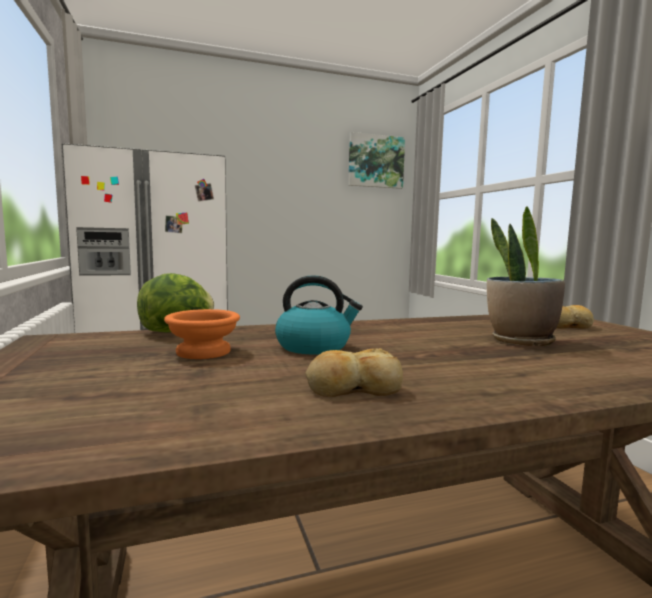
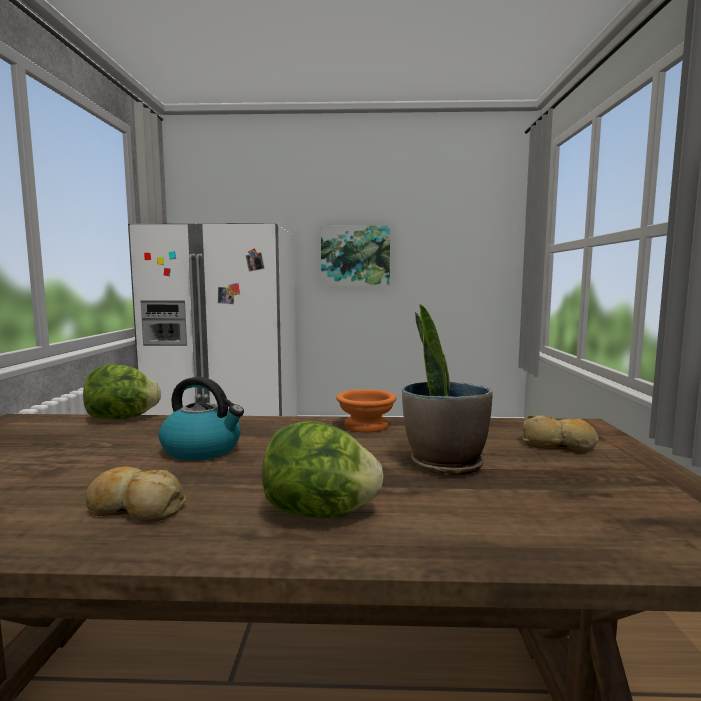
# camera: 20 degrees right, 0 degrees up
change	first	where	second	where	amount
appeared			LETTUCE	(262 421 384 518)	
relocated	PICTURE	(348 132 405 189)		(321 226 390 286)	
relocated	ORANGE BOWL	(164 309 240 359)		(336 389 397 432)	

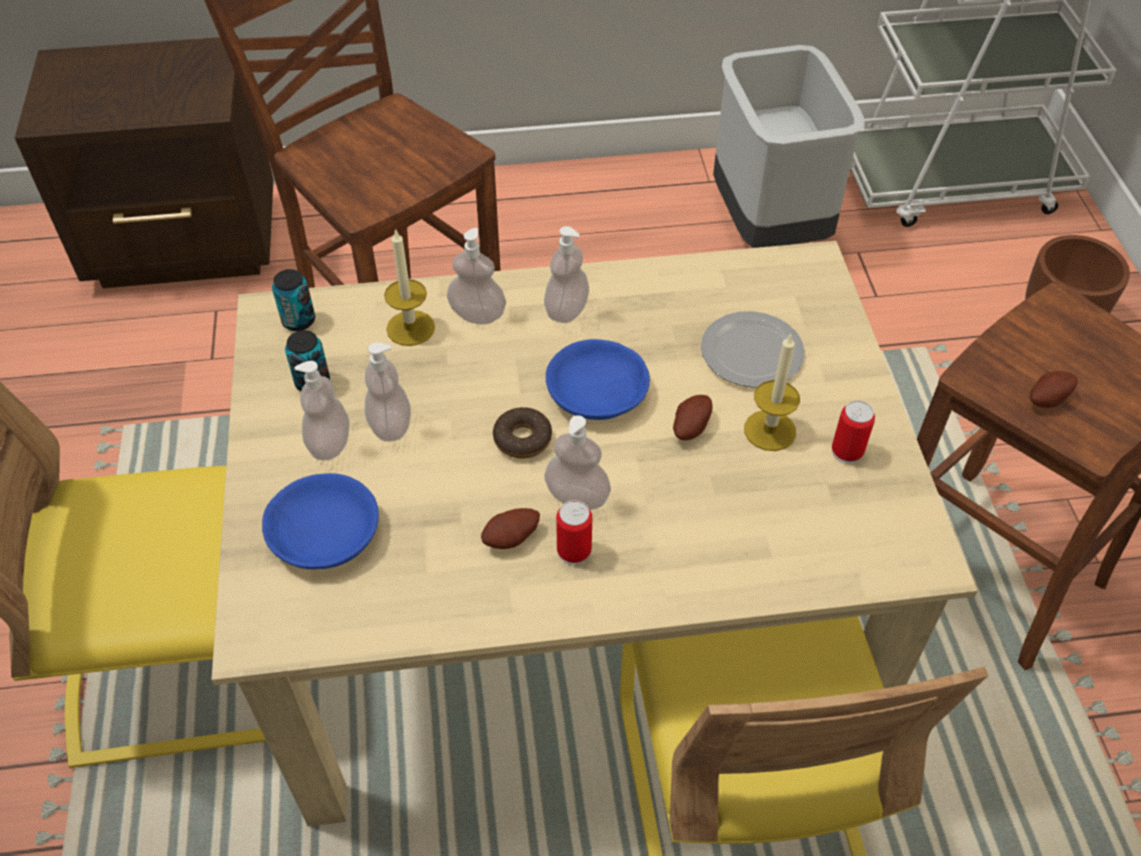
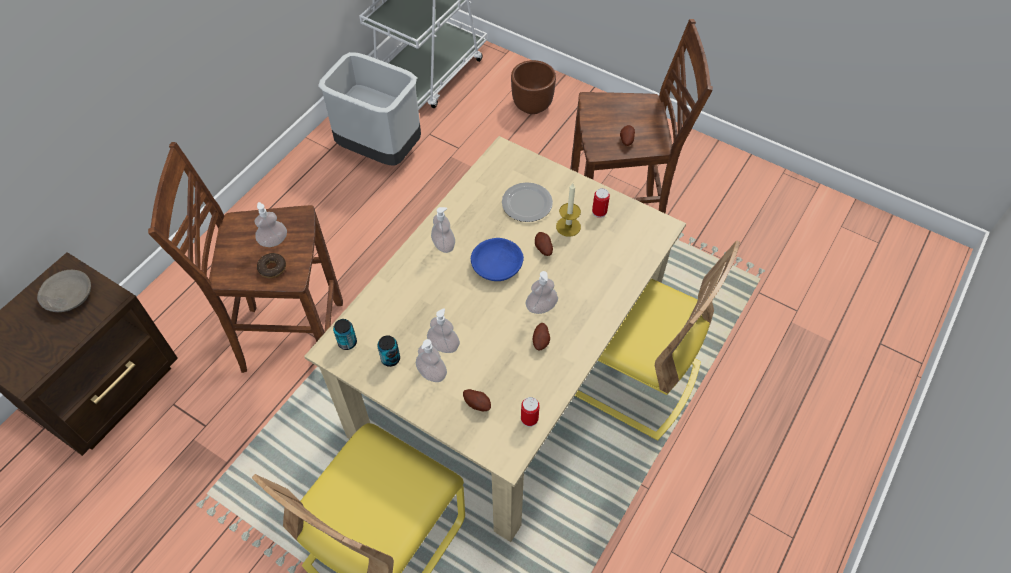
# camera: 50 degrees left, 5 degrees up
change	first	where	second	where	amount
appeared			GREY BOWL	(37 270 91 312)	
relocated	SOAP DISPENSER	(447 228 506 324)		(255 202 287 247)	
relocated	DONUT	(493 407 552 459)		(257 253 286 278)	
exchanged	BLUE BOWL	(262 473 379 569)	POTATO	(463 389 491 411)	
relocated	CAN	(556 500 592 565)		(521 397 540 427)	
missing	CANDLE	(384 228 435 346)			

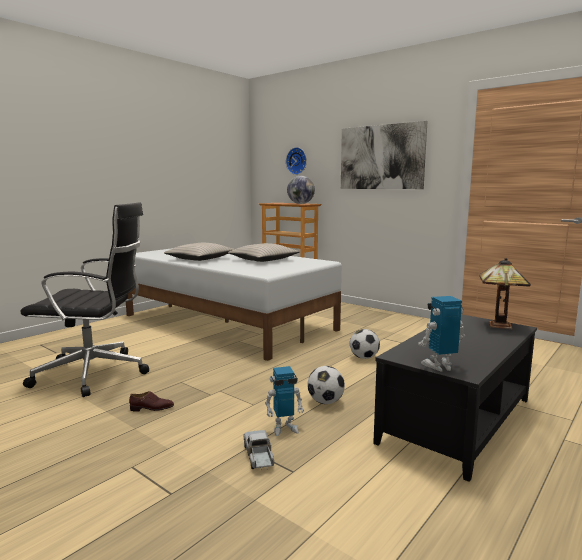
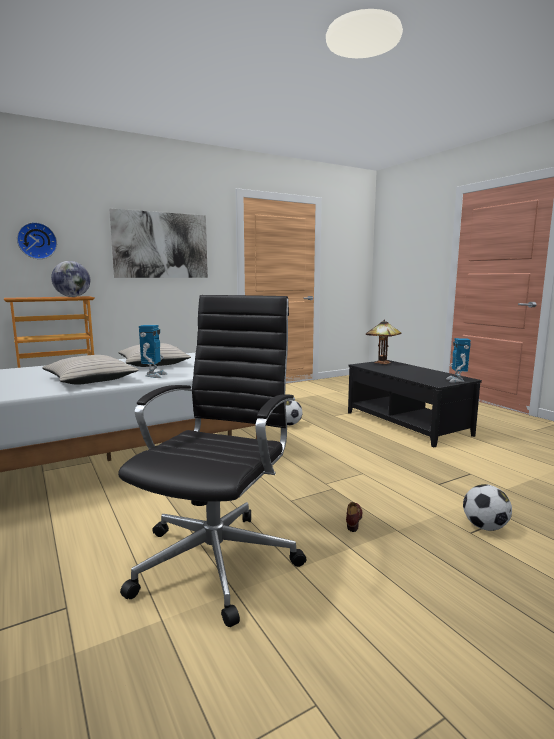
# camera: 70 degrees left, 0 degrees up
change	first	where	second	where	amount
relocated	TOY ROBOT	(265 366 304 436)		(139 325 167 378)	
relocated	FOOTBALL	(308 366 345 404)		(463 484 512 531)	
missing	TOY TRUCK	(243 430 274 470)			

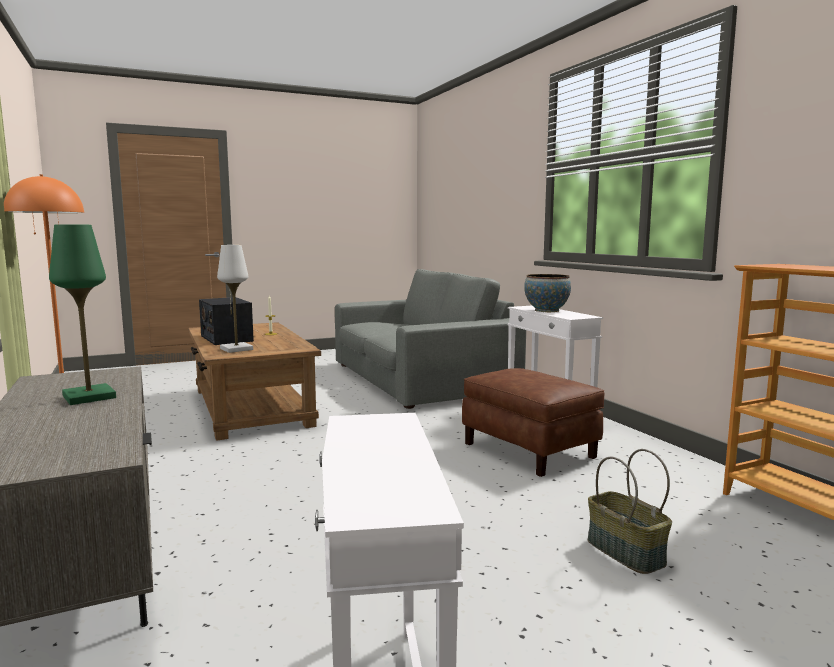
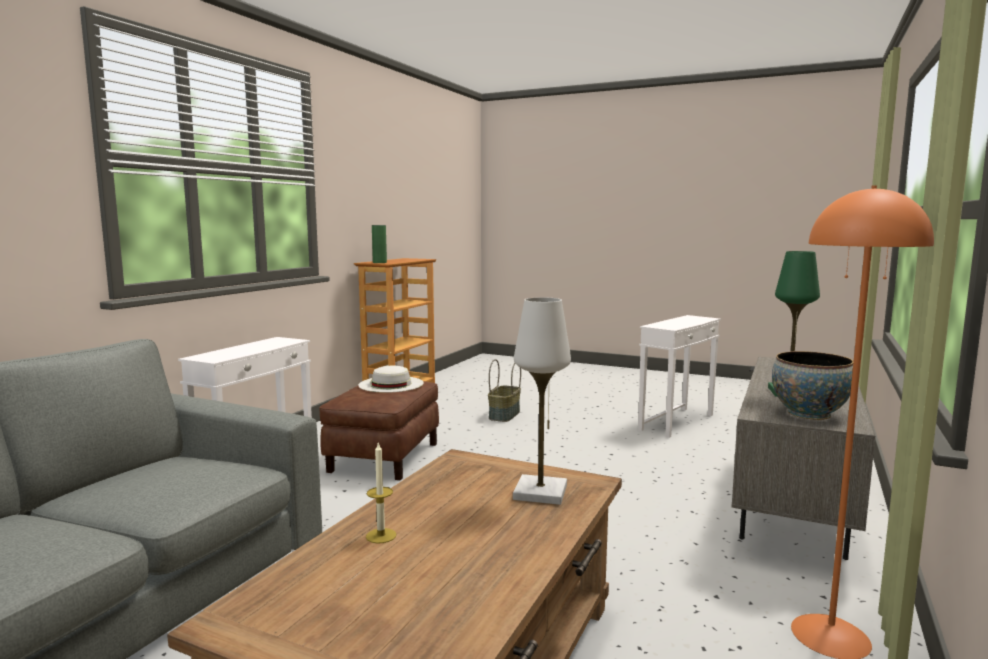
# camera: 130 degrees left, 0 degrees up
change	first	where	second	where	amount
appeared			WHITE HAT	(358 366 424 393)	
appeared			GREEN VASE	(372 225 387 263)	
relocated	BOWL	(524 274 571 312)		(772 351 854 420)	
missing	RADIO	(199 297 254 345)			

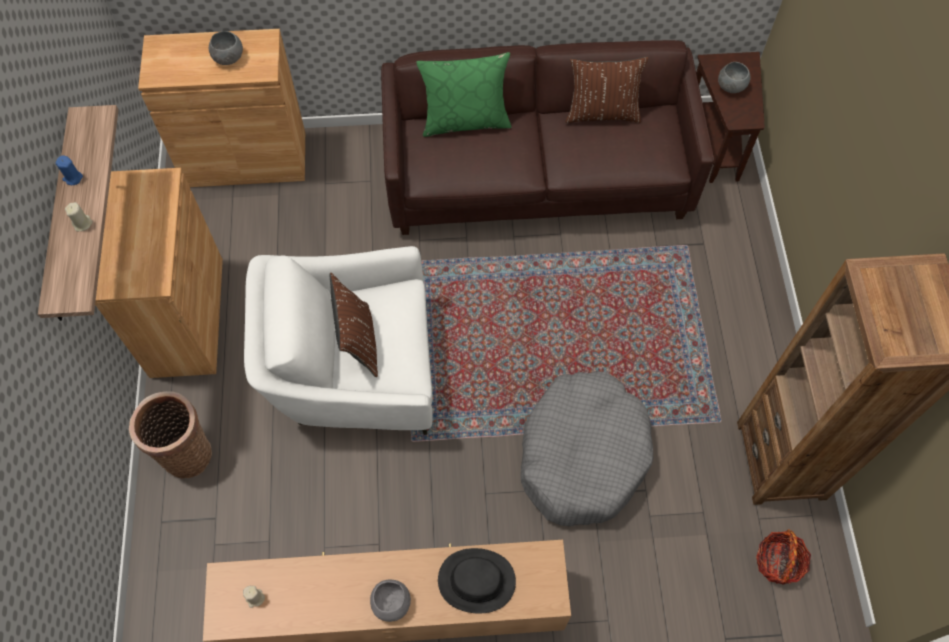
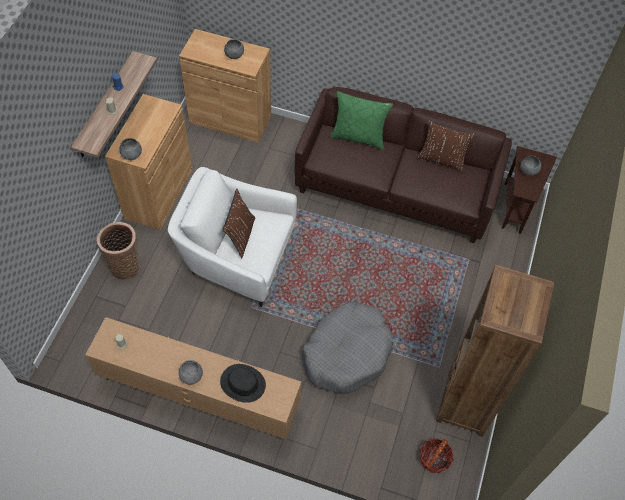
# camera: 20 degrees right, 5 degrees down
change	first	where	second	where	amount
appeared			GREY BOWL	(120 138 142 160)	

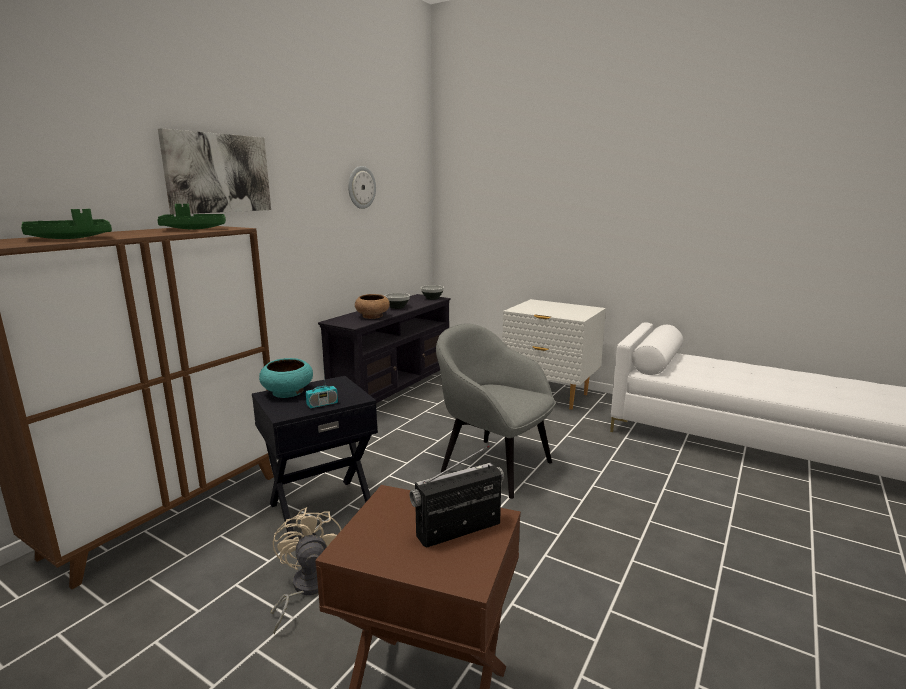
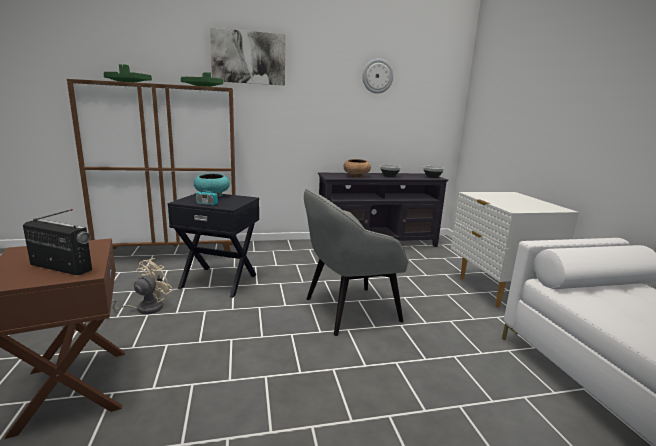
# camera: 45 degrees right, 0 degrees up
change	first	where	second	where	amount
spun	GREY ARMCHAIR	(436 323 556 499)		(304 189 409 336)	105 degrees counterclockwise

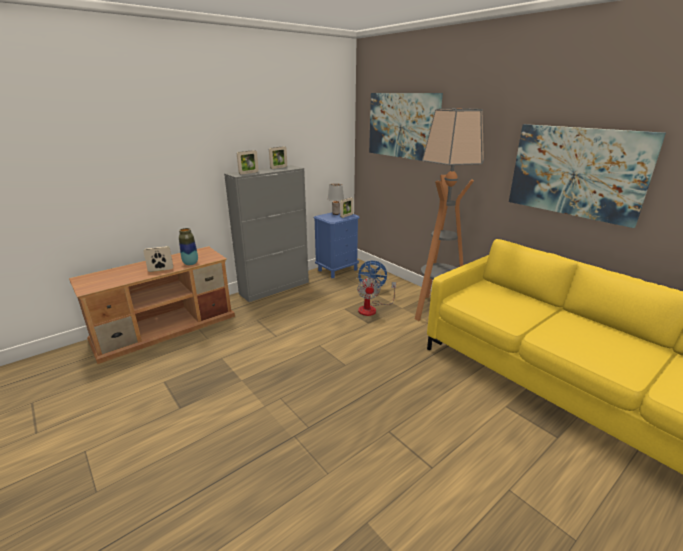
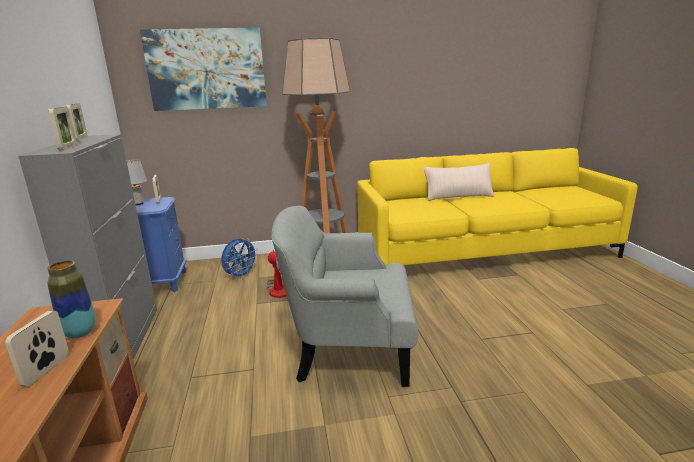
# camera: 60 degrees left, 5 degrees down
change	first	where	second	where	amount
appeared			GREY ARMCHAIR	(272 206 418 387)	
appeared			BEIGE PILLOW	(424 163 495 201)	
missing	PICTURE	(509 124 666 228)			

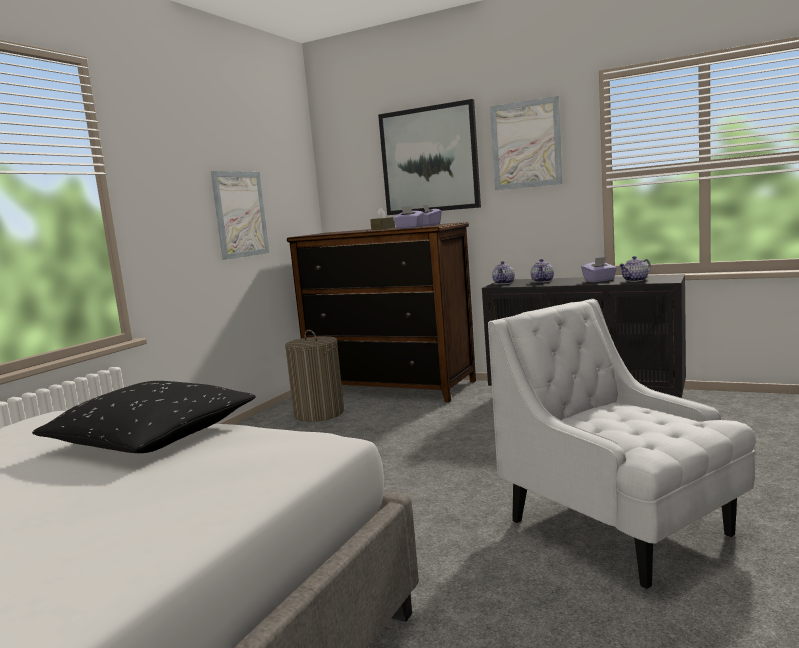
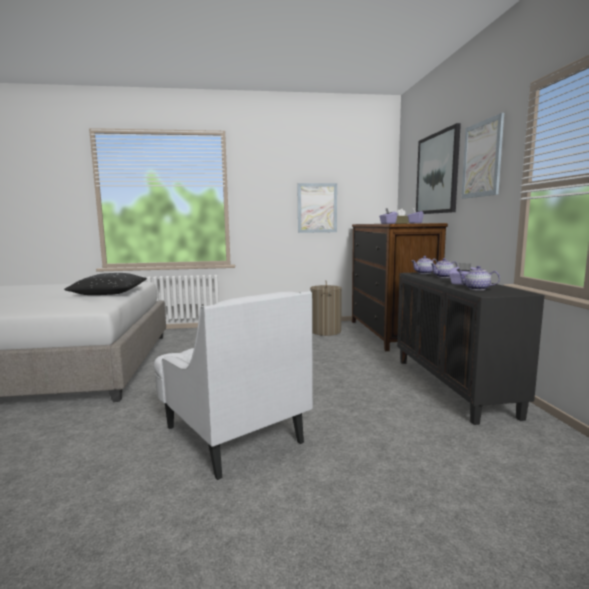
# camera: 55 degrees right, 0 degrees up
change	first	where	second	where	amount
spun	WHITE ARMCHAIR	(488 299 756 589)		(154 291 313 480)	120 degrees clockwise

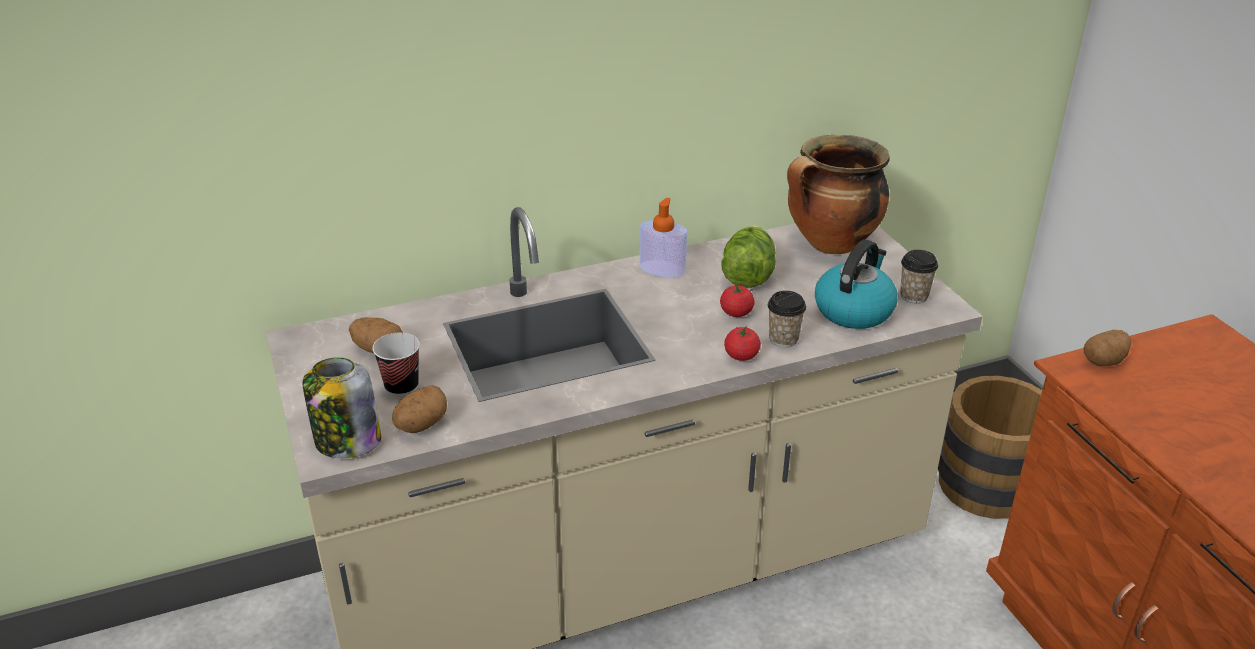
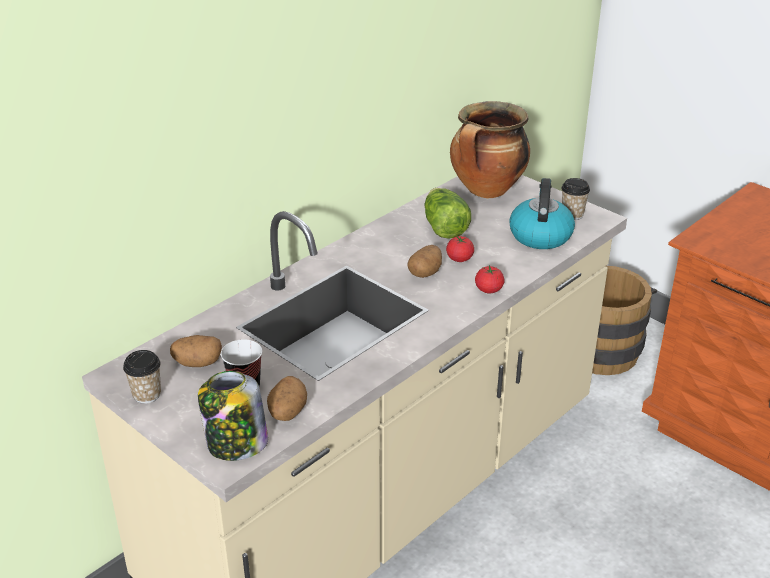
# camera: 25 degrees left, 0 degrees up
change	first	where	second	where	amount
relocated	CUP	(768 291 806 347)		(123 350 161 404)	
relocated	POTATO	(1084 330 1131 366)		(408 245 442 278)	
missing	SOAP DISPENSER	(640 198 687 277)			

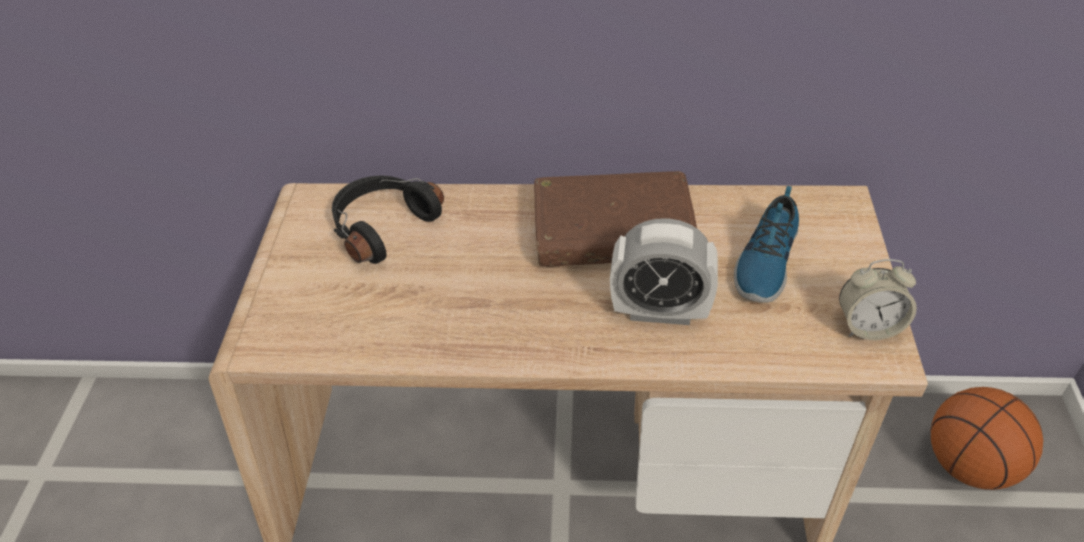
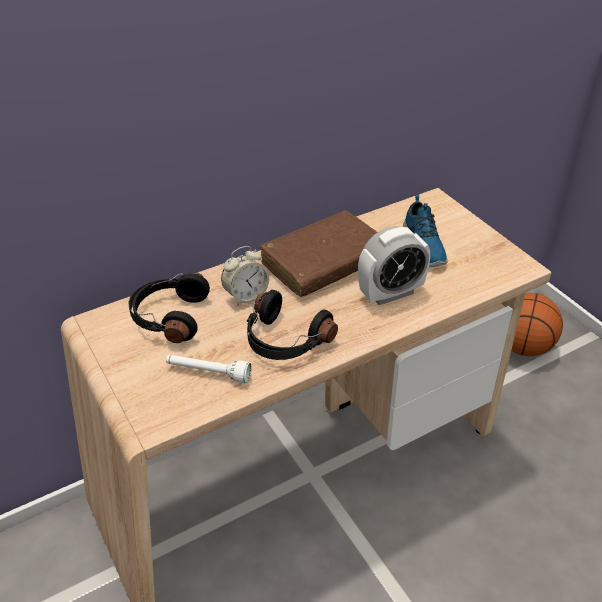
# camera: 35 degrees left, 5 degrees down
change	first	where	second	where	amount
appeared			WHITE FLASHLIGHT	(166 355 251 383)	
relocated	ALARM CLOCK	(839 259 917 340)		(221 246 269 306)	
appeared			BLACK HEADPHONES	(247 290 338 360)	

